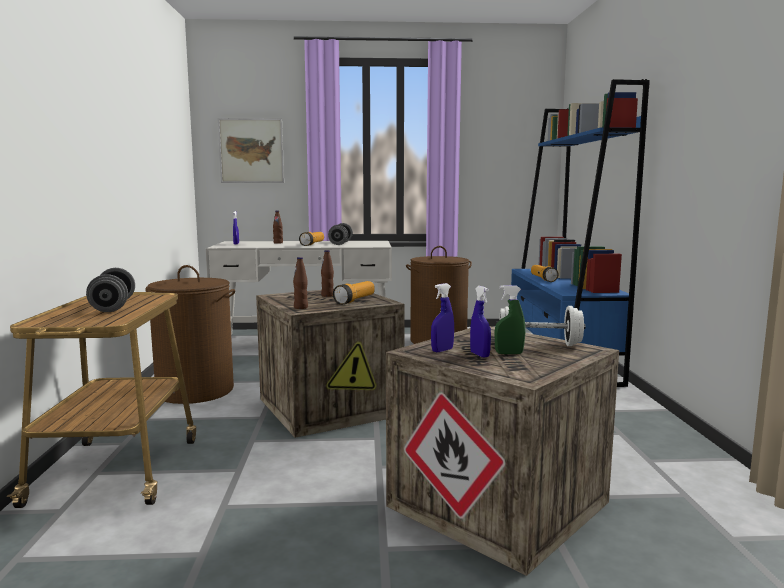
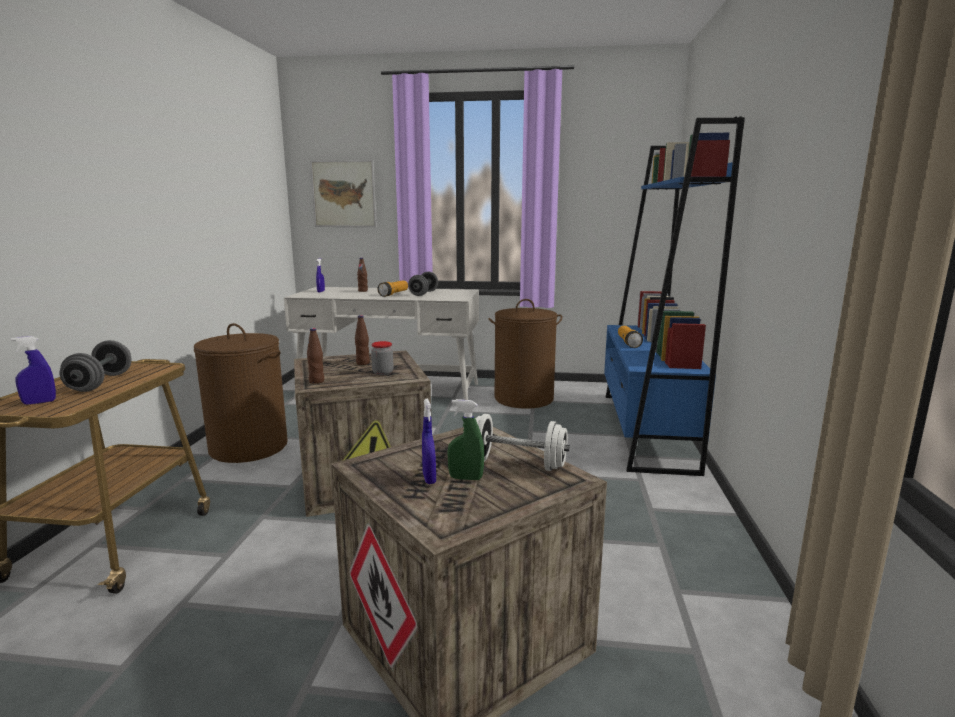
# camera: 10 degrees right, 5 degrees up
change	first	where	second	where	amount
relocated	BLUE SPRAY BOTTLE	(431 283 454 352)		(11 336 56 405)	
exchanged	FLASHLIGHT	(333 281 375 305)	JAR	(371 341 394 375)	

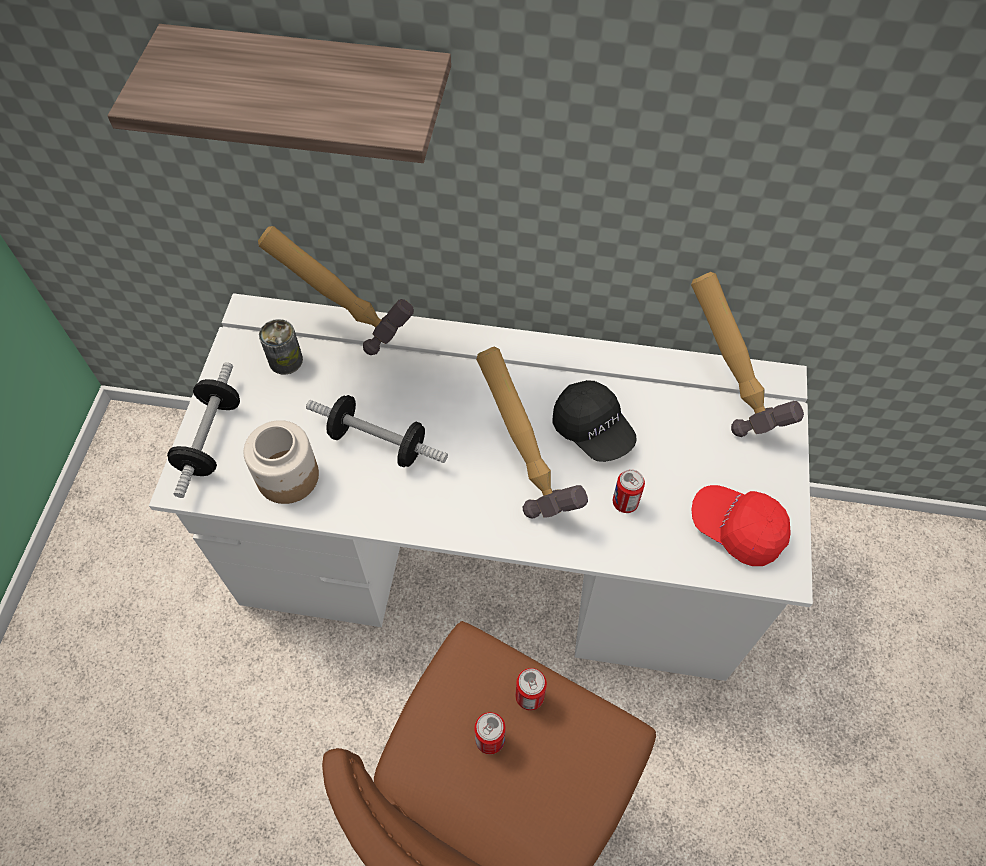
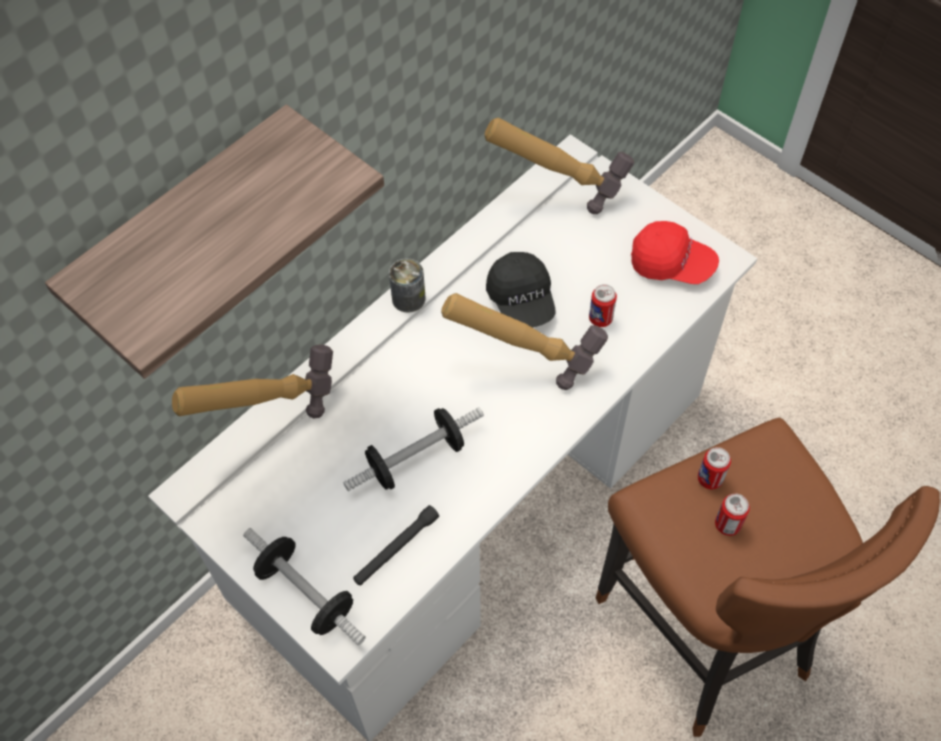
# camera: 55 degrees left, 0 degrees up
change	first	where	second	where	amount
exchanged	JAR	(244 420 319 504)	BLACK FLASHLIGHT	(353 505 439 585)	
relocated	CAN	(259 319 303 375)		(389 258 426 313)	
spun	BLACK CAP	(552 380 637 462)		(486 252 556 328)	75 degrees clockwise
spun	RED CAP	(691 485 791 566)		(631 221 719 284)	135 degrees counterclockwise

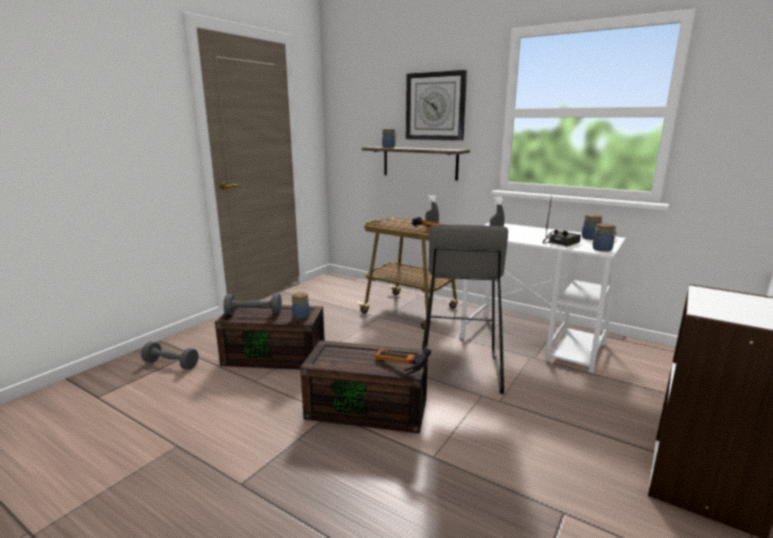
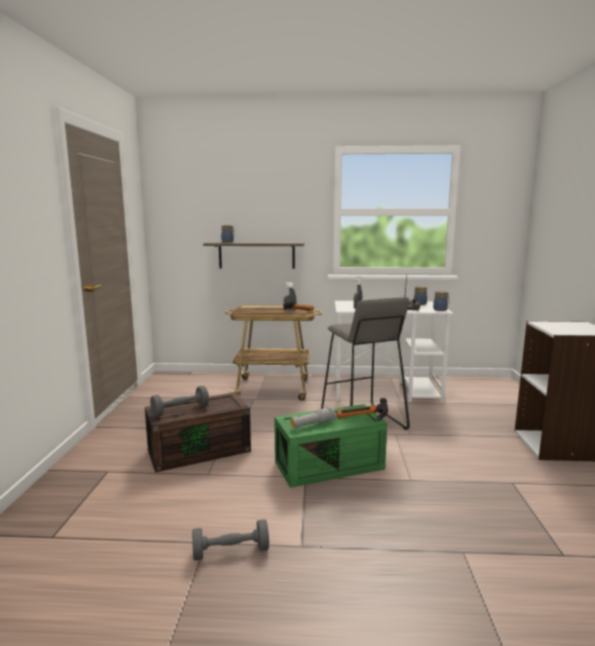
# camera: 30 degrees left, 5 degrees down
change	first	where	second	where	amount
relocated	GREY DUMBBELL	(141 341 199 370)		(192 519 269 560)	
colour	BROWN STORAGE BOX	(300 340 428 434)	GREEN STORAGE BOX	(274 404 387 488)	
appeared			GREY FLASHLIGHT	(290 407 337 429)	
missing	JAR	(292 292 310 320)			
missing	WALL CLOCK	(406 70 467 141)			

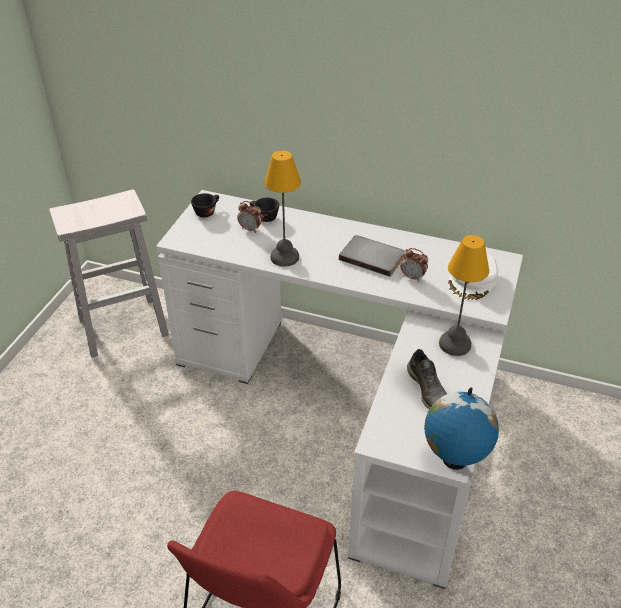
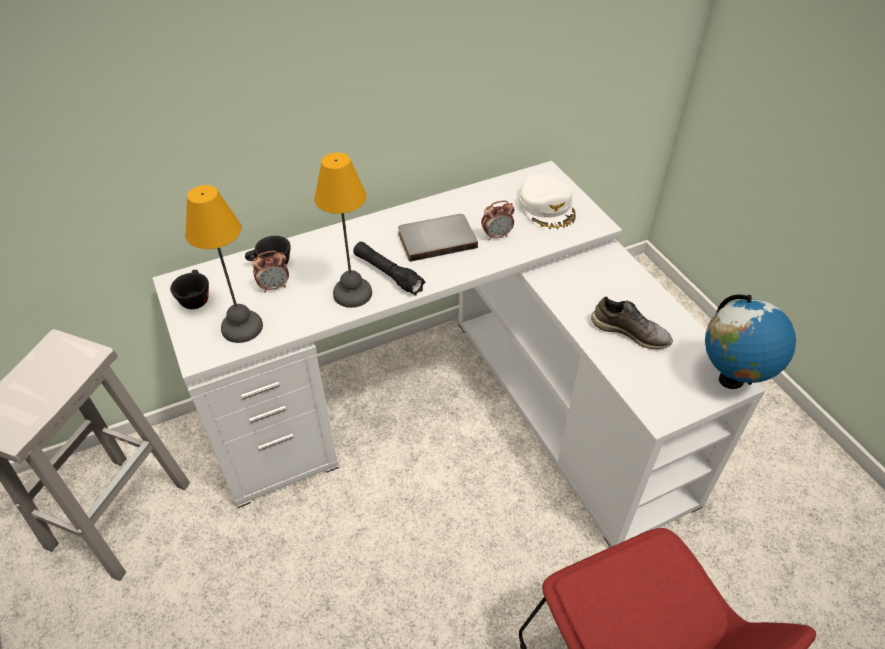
# camera: 45 degrees left, 5 degrees up
change	first	where	second	where	amount
relocated	TABLE LAMP	(439 235 489 356)		(185 185 263 343)	
appeared			BLACK FLASHLIGHT	(353 242 426 295)	

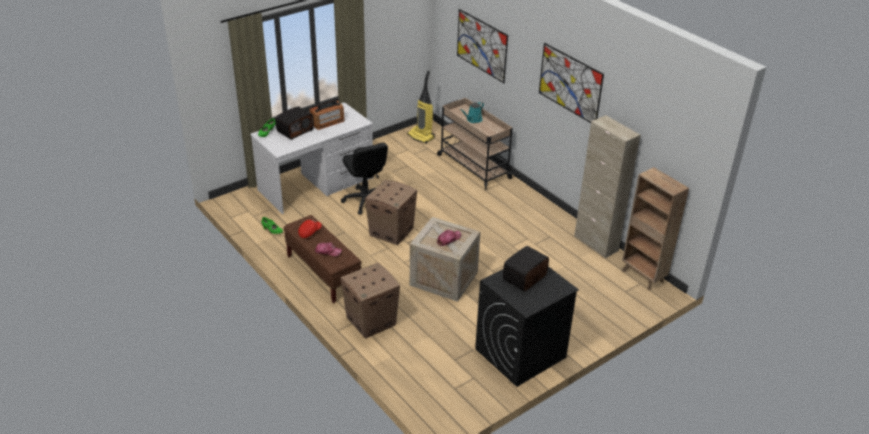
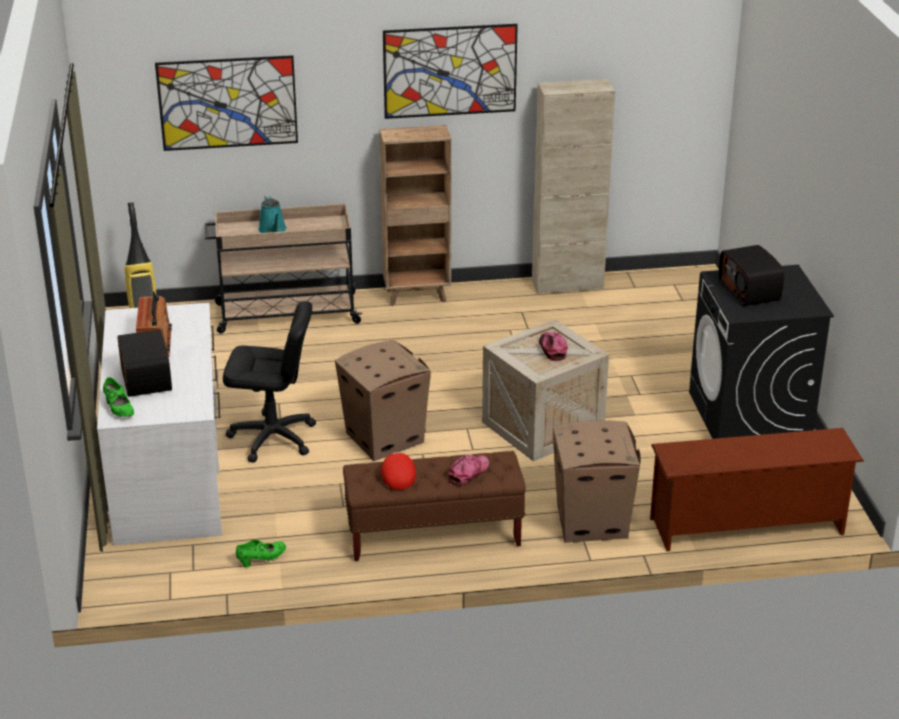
# camera: 60 degrees left, 5 degrees down
change	first	where	second	where	amount
relocated	BROWN BOOKCASE	(622 167 689 290)		(379 125 451 306)	
appeared			BROWN SHOE RACK	(650 428 864 551)	

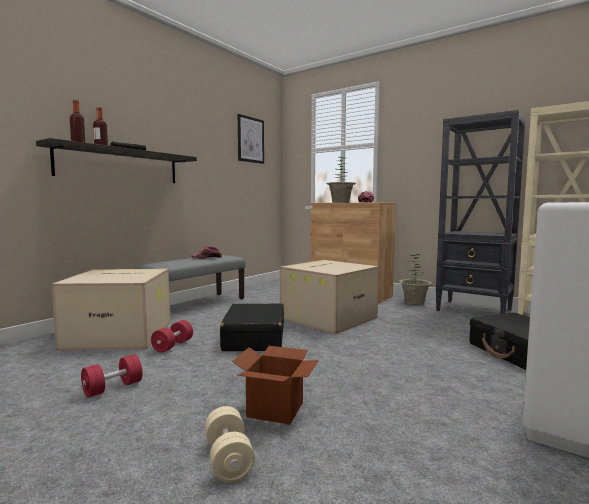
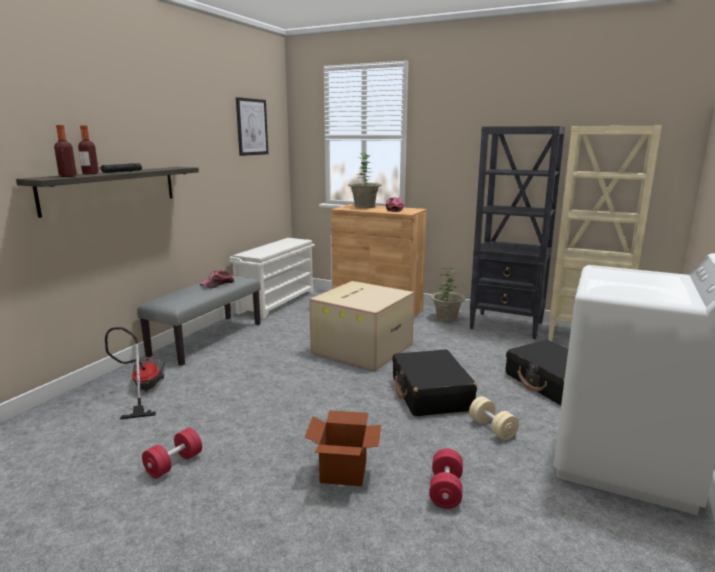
# camera: 10 degrees left, 10 degrees up
change	first	where	second	where	amount
exchanged	CARDBOARD BOX	(51 269 170 351)	VACUUM CLEANER	(105 327 165 420)	
appeared			WHITE SHOE RACK	(229 238 315 319)	
relocated	BLACK SUITCASE	(220 303 284 351)		(392 349 477 416)	
relocated	RED DUMBBELL	(151 320 193 353)		(429 449 463 509)	
relocated	BEIGE DUMBBELL	(205 406 255 483)		(469 396 519 440)	

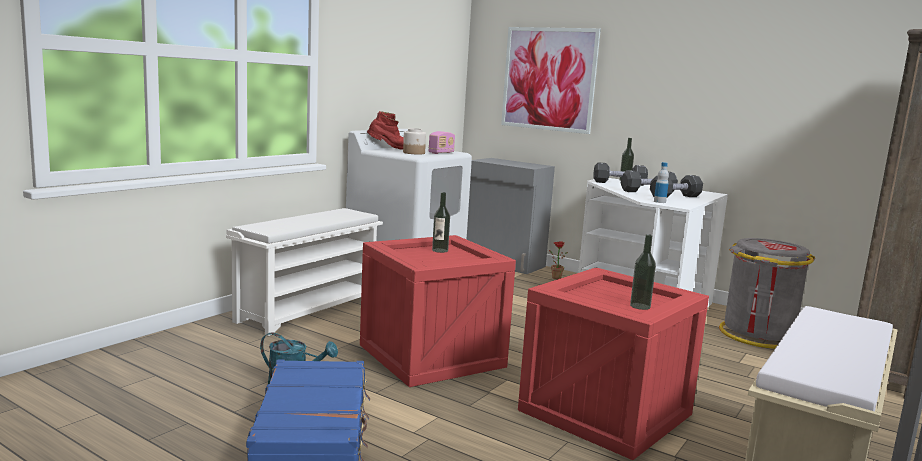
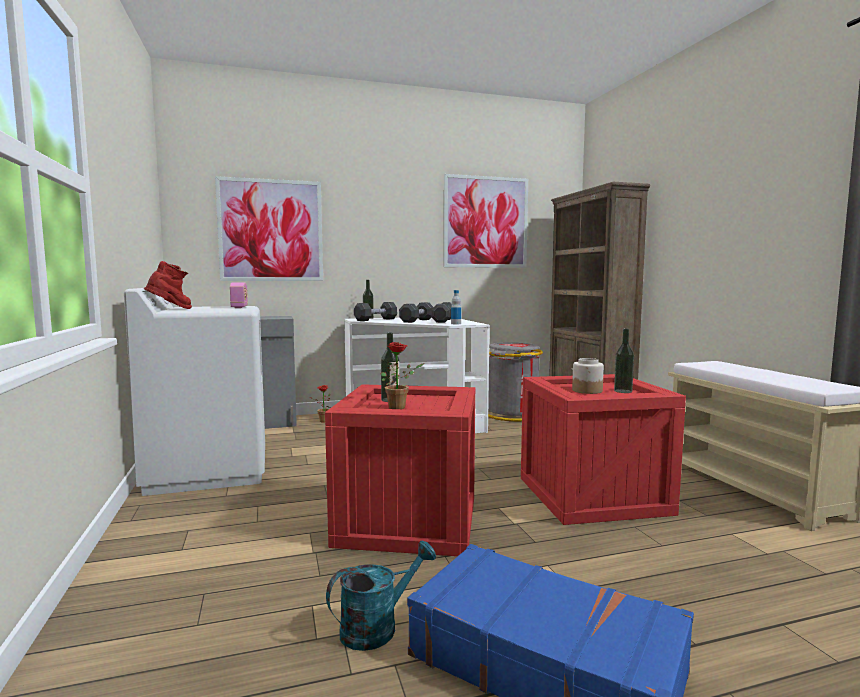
# camera: 50 degrees left, 5 degrees down
change	first	where	second	where	amount
appeared			POTTED PLANT	(381 342 424 409)	
appeared			PICTURE	(444 174 528 268)	
relocated	JAR	(403 128 426 155)		(572 358 604 394)	
missing	WHITE SHOE RACK	(226 208 383 336)			

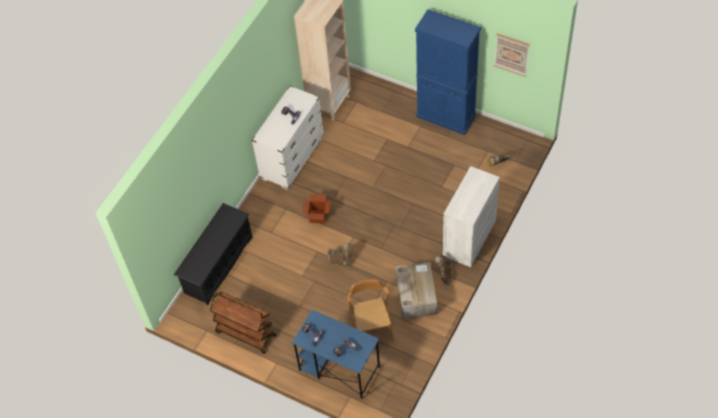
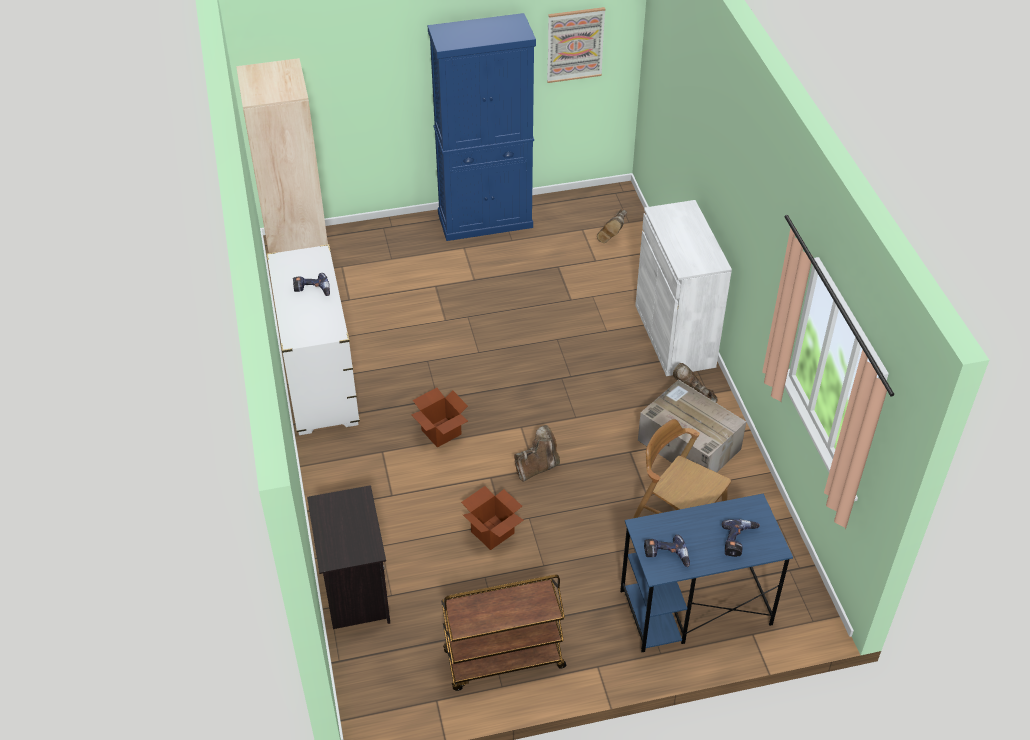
# camera: 45 degrees left, 10 degrees down
change	first	where	second	where	amount
exchanged	BLACK SHOE RACK	(174 203 253 305)	BLACK NIGHTSTAND	(307 485 390 629)	
appeared			CARDBOARD BOX	(461 486 524 550)	

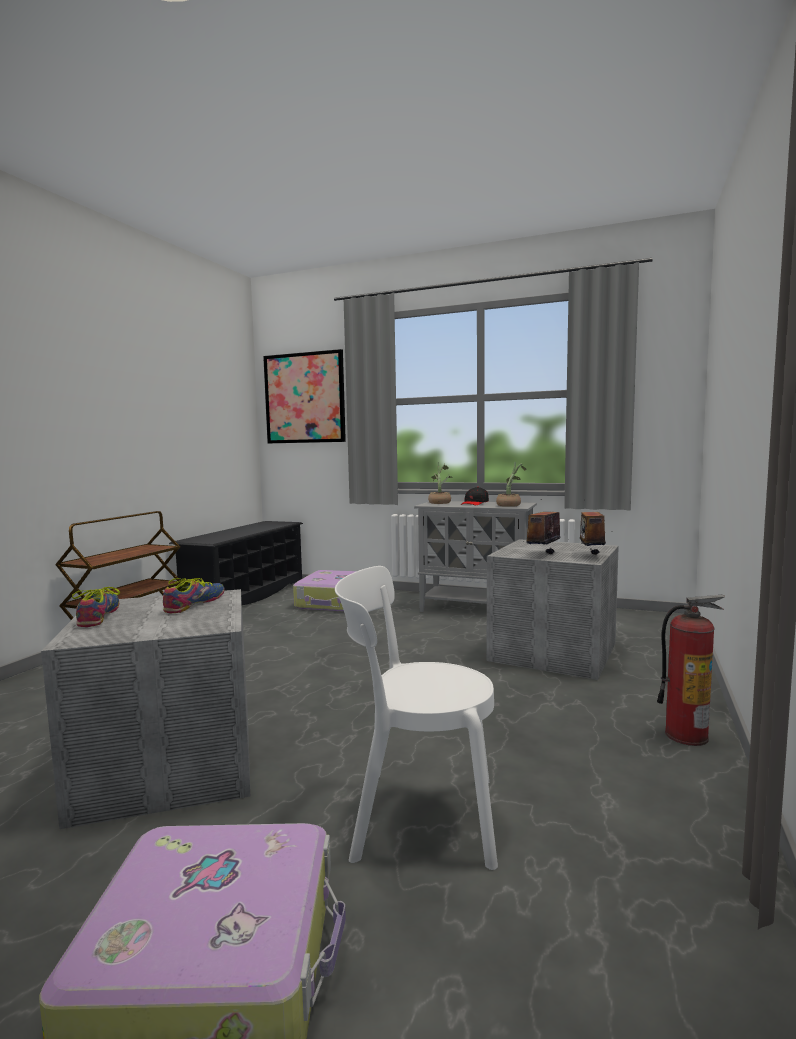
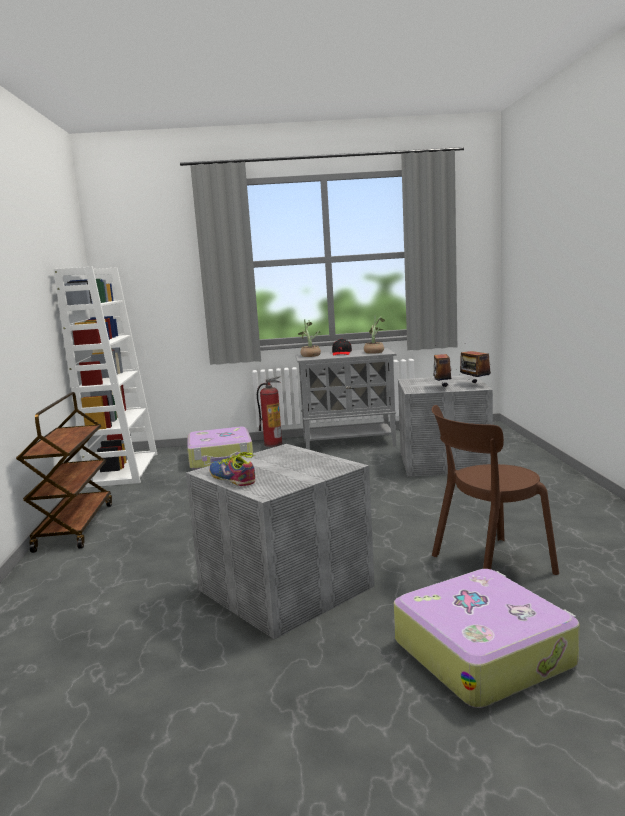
# camera: 25 degrees left, 5 degrees up
change	first	where	second	where	amount
exchanged	BLACK SHOE RACK	(169 521 303 605)	WHITE BOOKCASE	(53 267 157 487)	
relocated	FIRE EXTINGUISHER	(657 595 725 746)		(257 376 282 447)	
colour	WHITE CHAIR	(335 566 498 870)	BROWN CHAIR	(432 405 559 575)	
missing	SHOE	(163 578 224 613)			
missing	PICTURE	(263 349 346 443)			

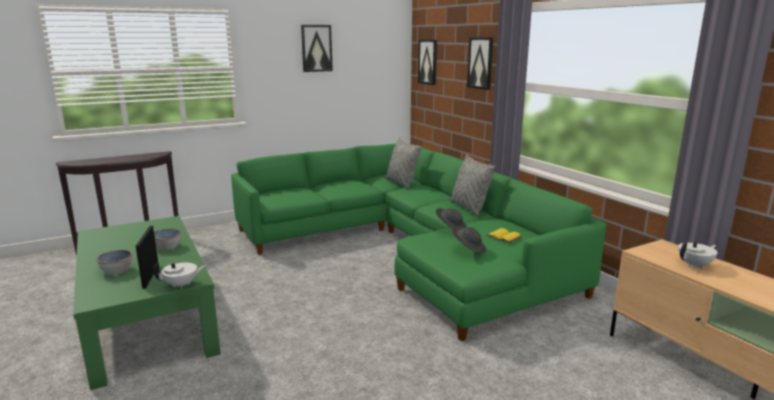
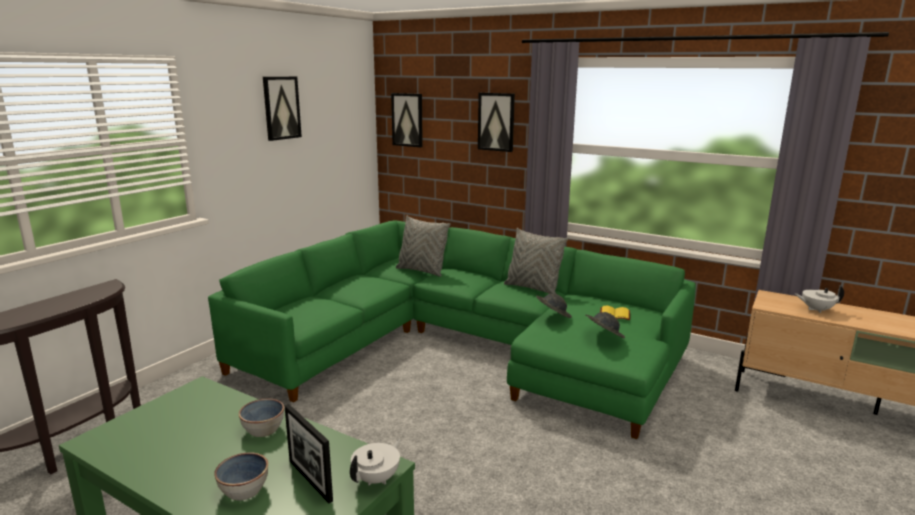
# camera: 30 degrees left, 0 degrees up
change	first	where	second	where	amount
spun	WHITE TEAPOT	(678 240 718 269)		(795 286 844 313)	120 degrees counterclockwise

